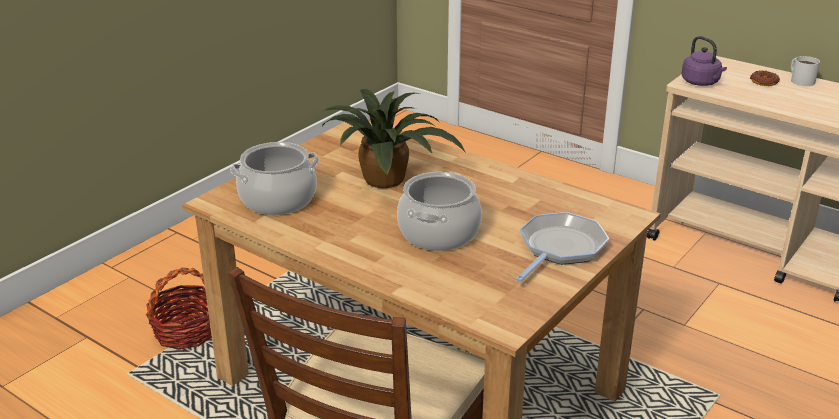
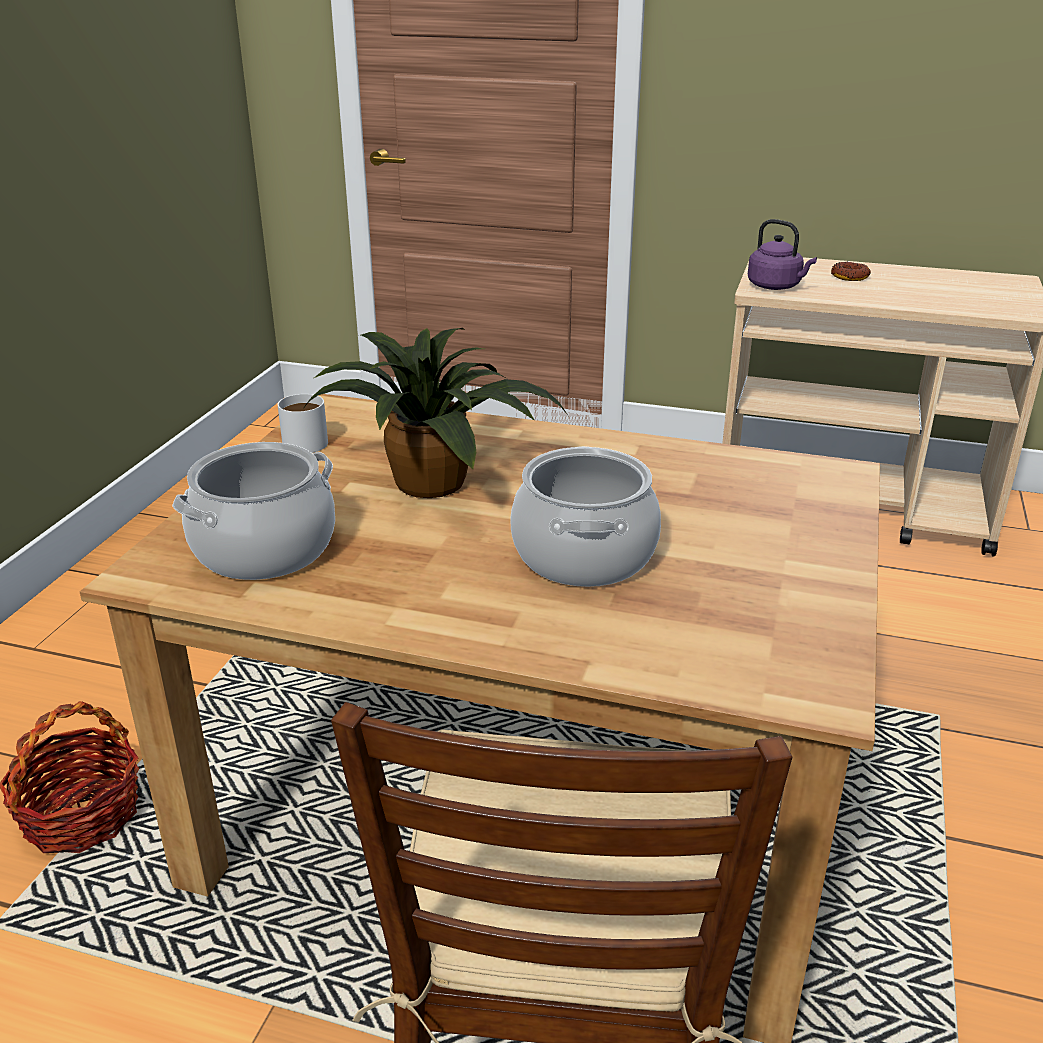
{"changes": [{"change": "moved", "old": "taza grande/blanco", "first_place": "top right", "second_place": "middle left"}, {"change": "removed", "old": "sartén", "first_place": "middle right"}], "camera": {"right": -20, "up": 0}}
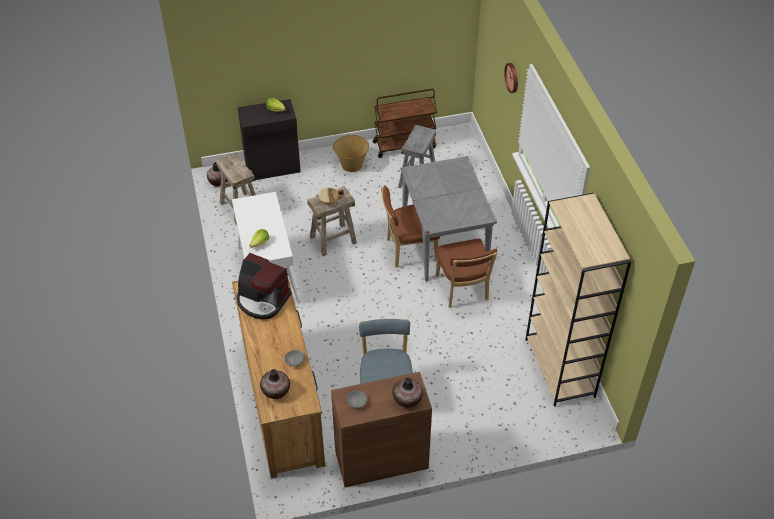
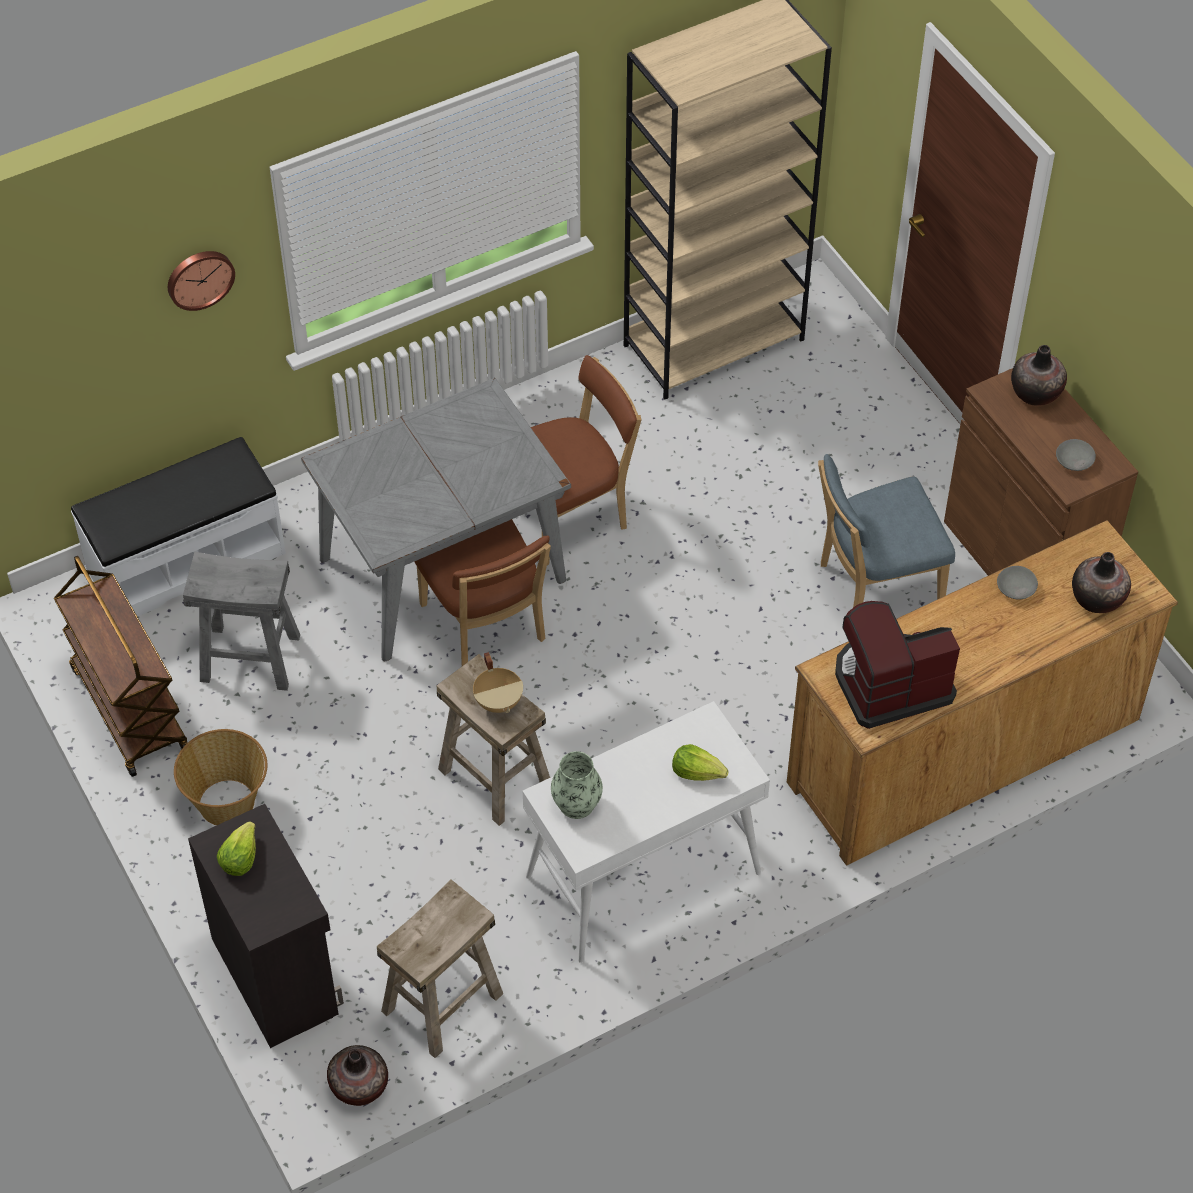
{"changes": [{"change": "added", "new": "banco/blanco", "second_place": "middle left"}, {"change": "added", "new": "florero (2nd from left)", "second_place": "centre"}, {"change": "turned", "old": "cafetera", "first_place": "centre", "second_place": "middle right", "degrees": -120}], "camera": {"right": -105, "up": 5}}
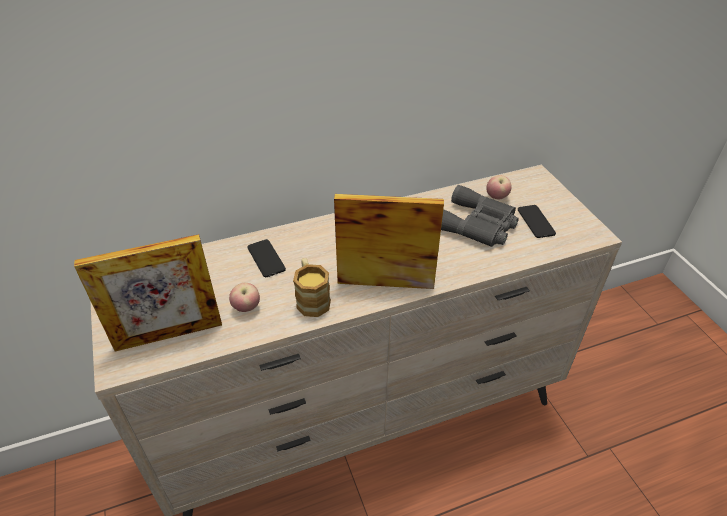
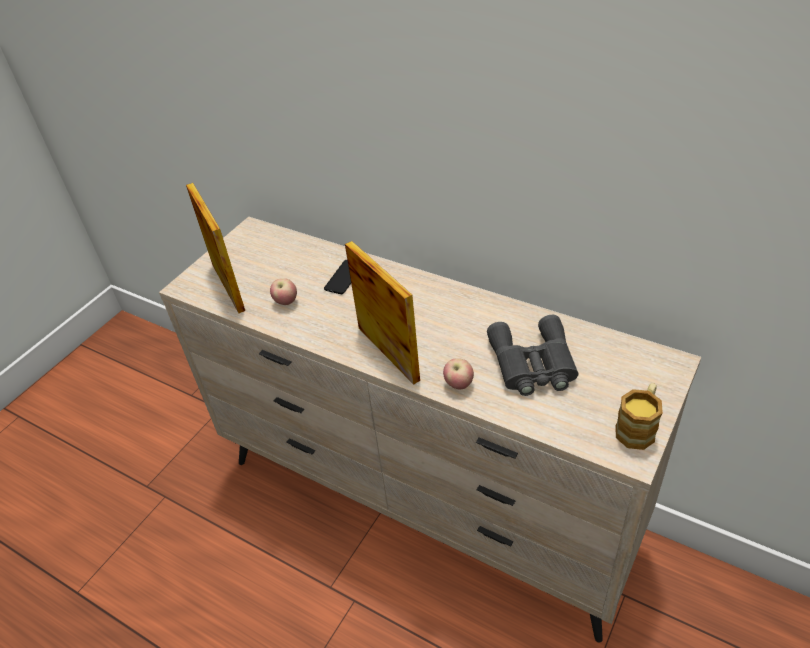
{"changes": [{"change": "turned", "old": "portarretratos (1st from left)", "first_place": "middle left", "second_place": "middle left", "degrees": -150}, {"change": "moved", "old": "manzana (2nd from left)", "first_place": "middle right", "second_place": "centre"}, {"change": "moved", "old": "taza grande", "first_place": "centre", "second_place": "middle right"}, {"change": "removed", "old": "móvil (2nd from left)", "first_place": "middle right"}], "camera": {"right": 55, "up": 0}}
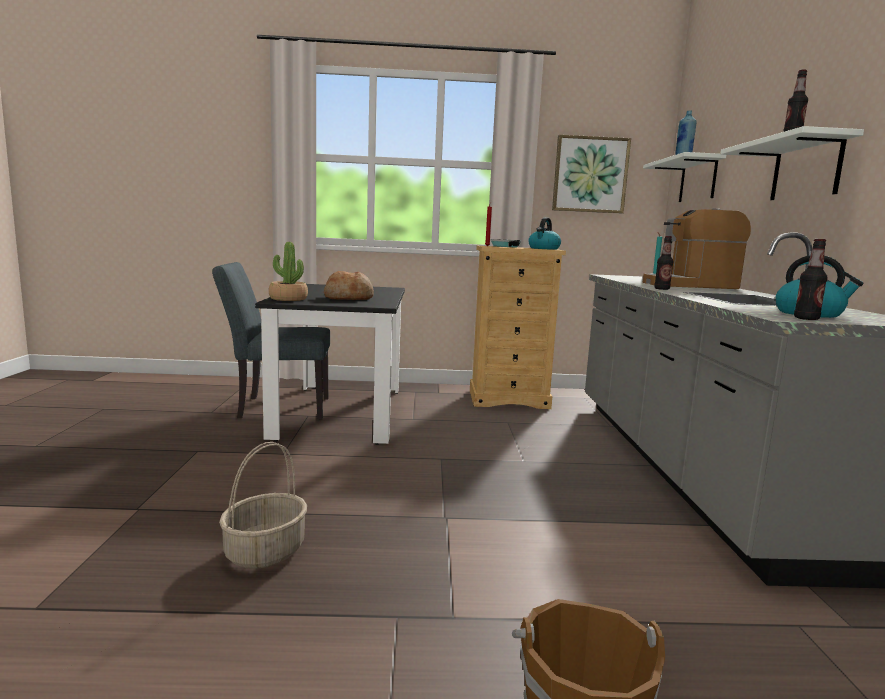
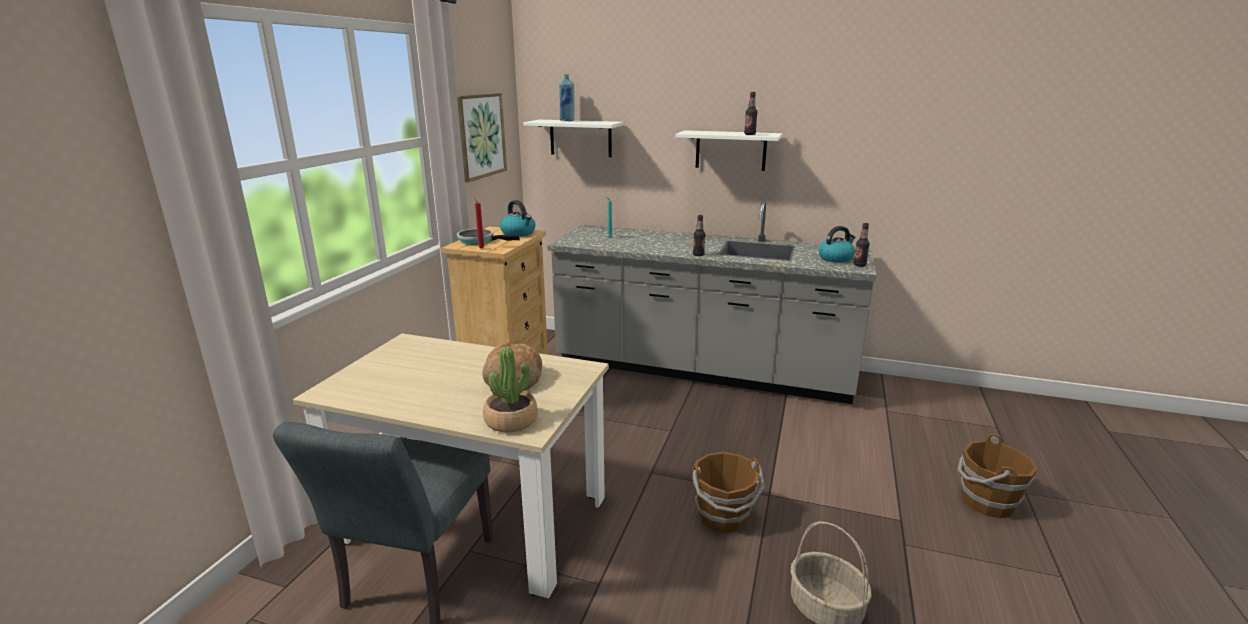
{"changes": [{"change": "recoloured", "old": "mesa de comedor/negro", "new": "mesa de comedor/beis", "first_place": "centre", "second_place": "bottom centre"}, {"change": "added", "new": "cubo/marrón (1st from left)", "second_place": "bottom centre"}, {"change": "removed", "old": "cafetera", "first_place": "middle right"}], "camera": {"right": -70, "up": 10}}
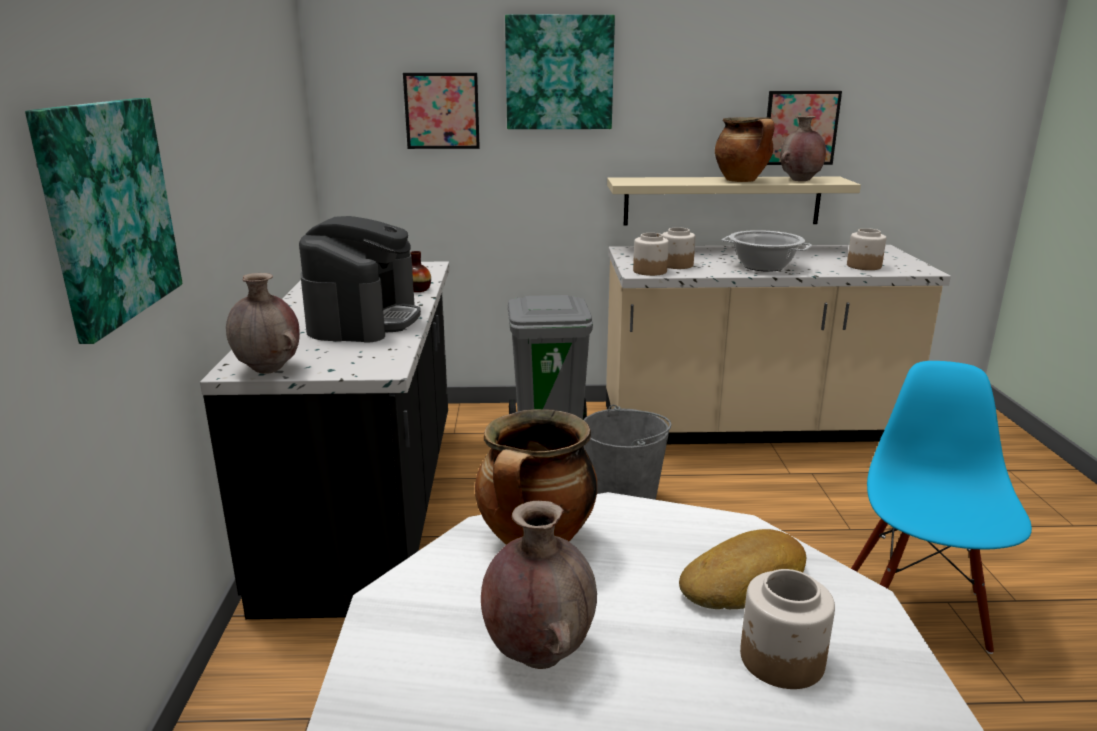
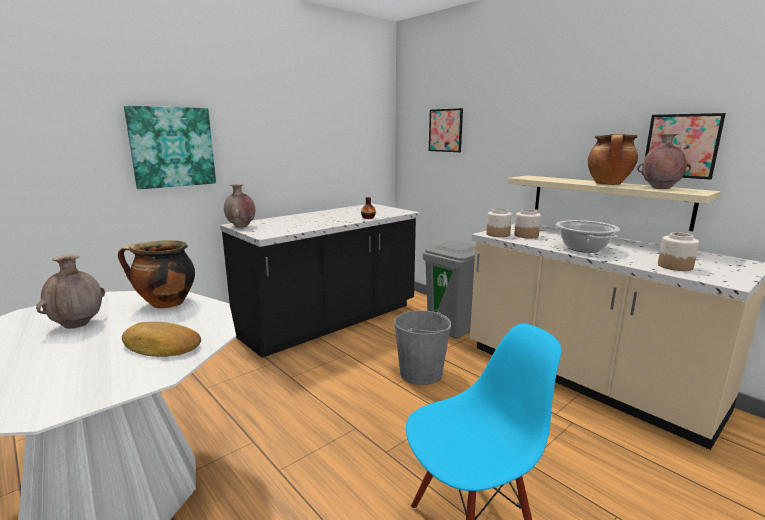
{"changes": [{"change": "removed", "old": "cafetera", "first_place": "middle left"}, {"change": "removed", "old": "cuadro (3rd from left)", "first_place": "top centre"}, {"change": "removed", "old": "tarro (3rd from left)", "first_place": "bottom right"}], "camera": {"right": 50, "up": -5}}
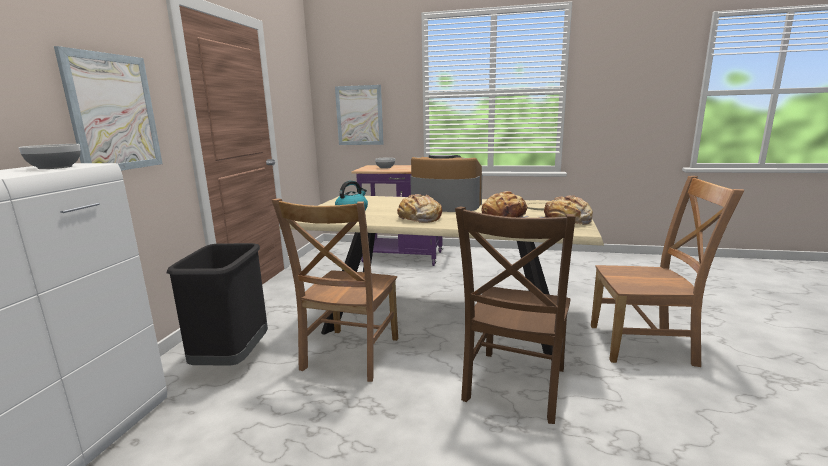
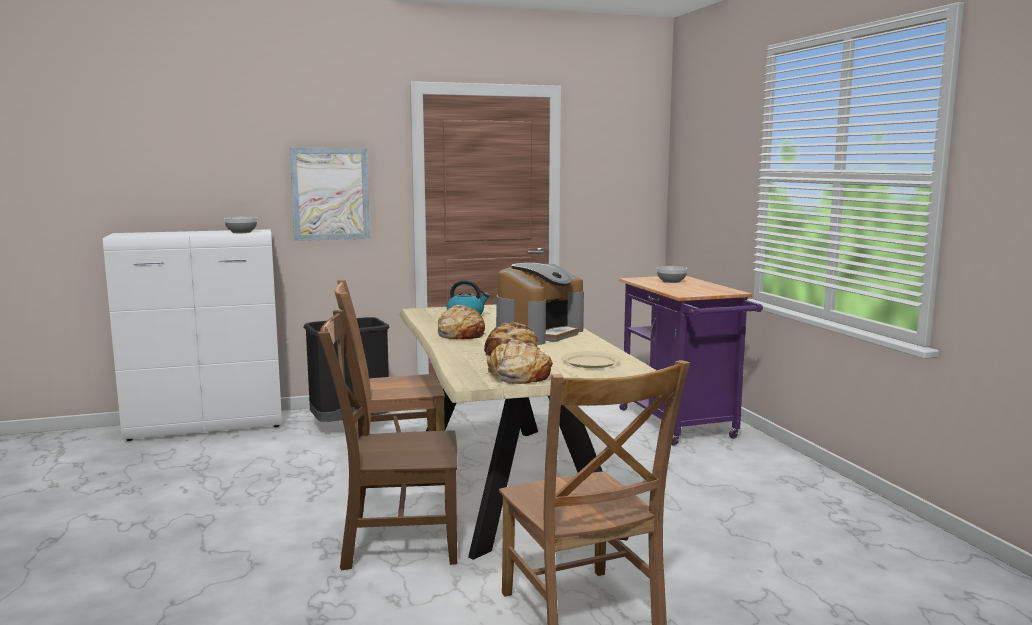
{"changes": [{"change": "turned", "old": "cafetera", "first_place": "centre", "second_place": "centre", "degrees": 45}, {"change": "removed", "old": "cuadro (2nd from left)", "first_place": "top centre"}], "camera": {"right": 60, "up": -5}}
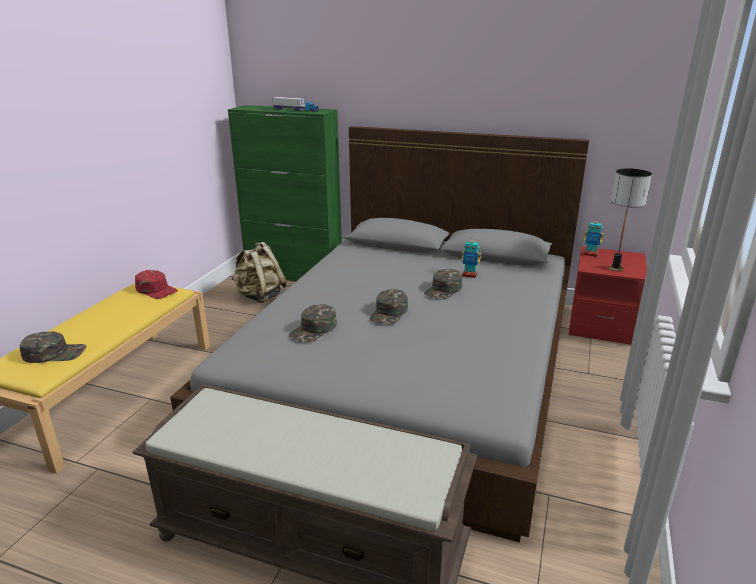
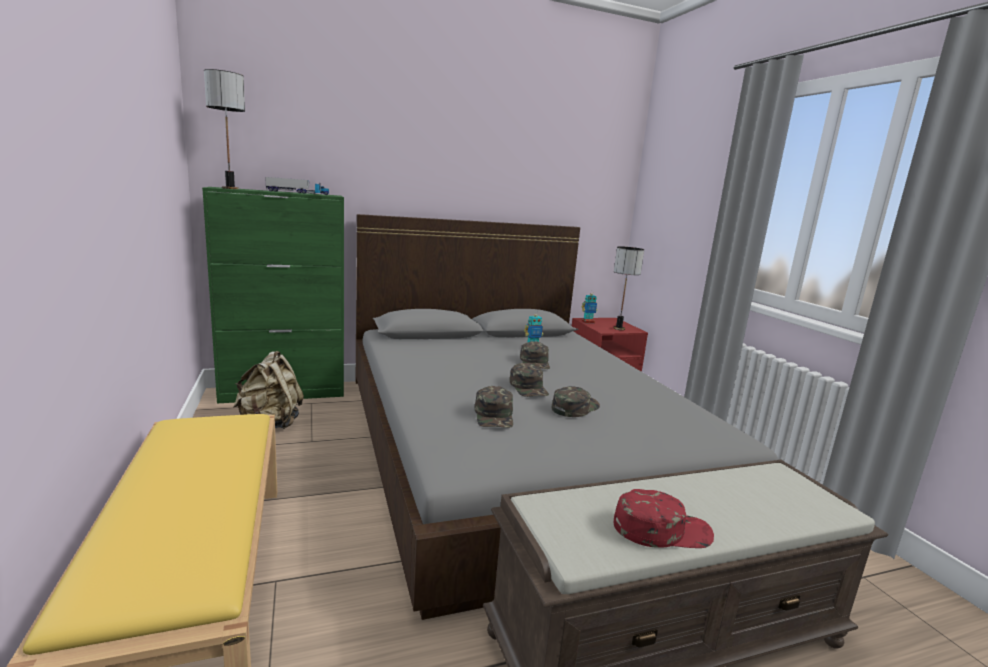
{"changes": [{"change": "added", "new": "lámpara de mesa (1st from left)", "second_place": "top left"}, {"change": "moved", "old": "gorra/verde (1st from left in the first image)", "new": "gorra/verde (4th from left)", "first_place": "middle left", "second_place": "centre"}, {"change": "moved", "old": "gorra/rojo", "first_place": "middle left", "second_place": "bottom right"}], "camera": {"right": -40, "up": -10}}
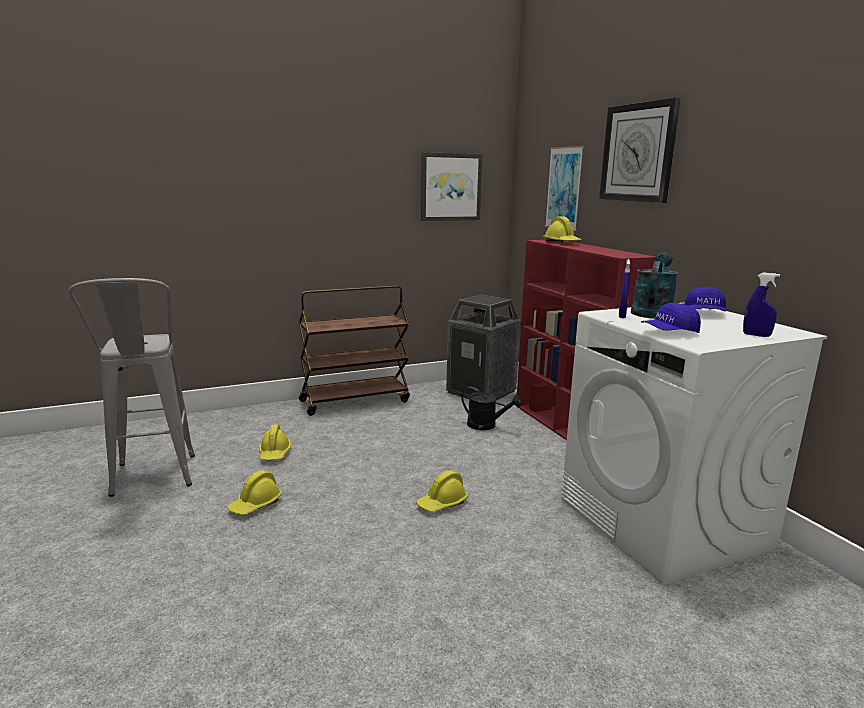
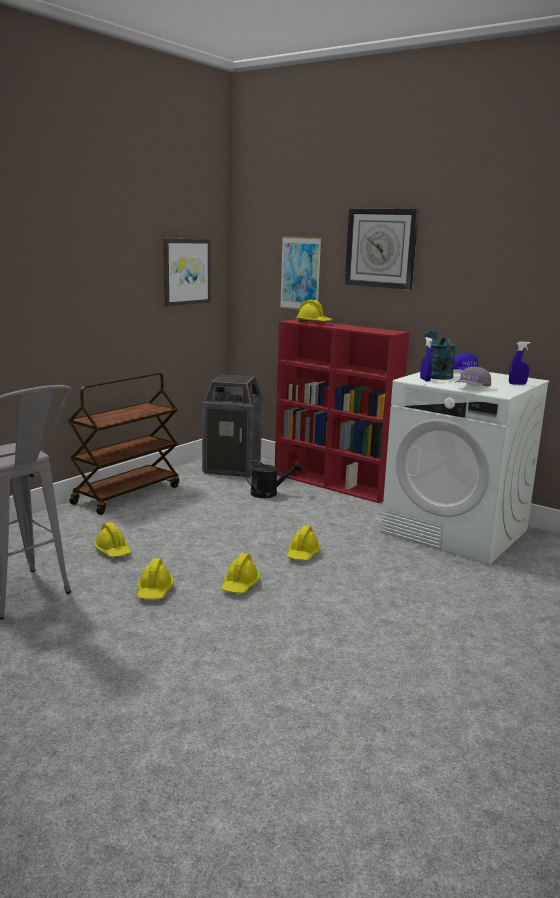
{"changes": [{"change": "added", "new": "casco/amarillo (3rd from left)", "second_place": "centre"}, {"change": "recoloured", "old": "gorra/azul (1st from left)", "new": "gorra/gris", "first_place": "middle right", "second_place": "middle right"}], "camera": {"right": -30, "up": 0}}
